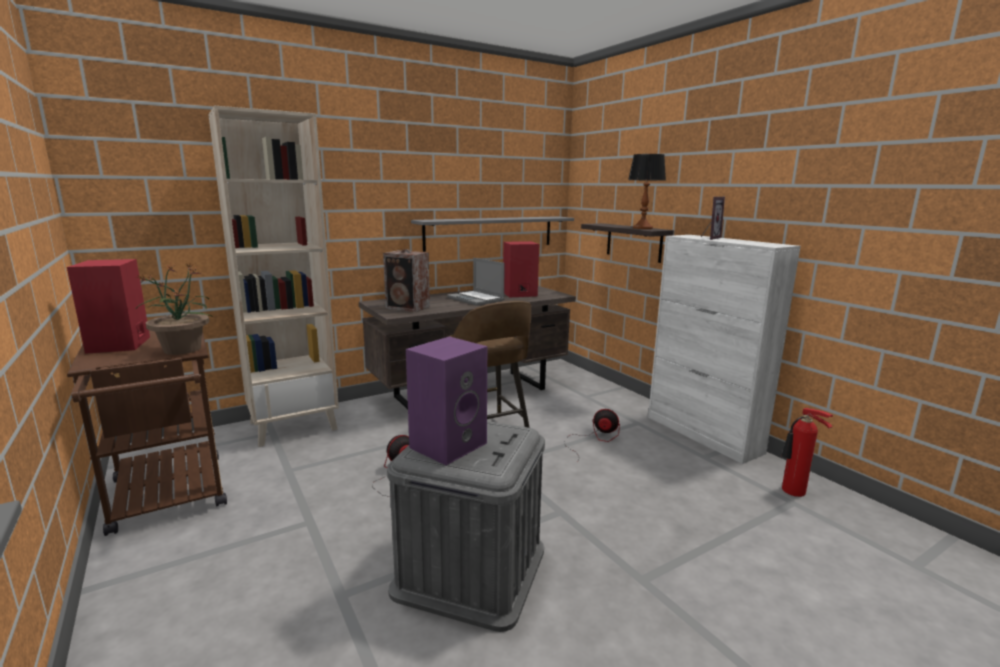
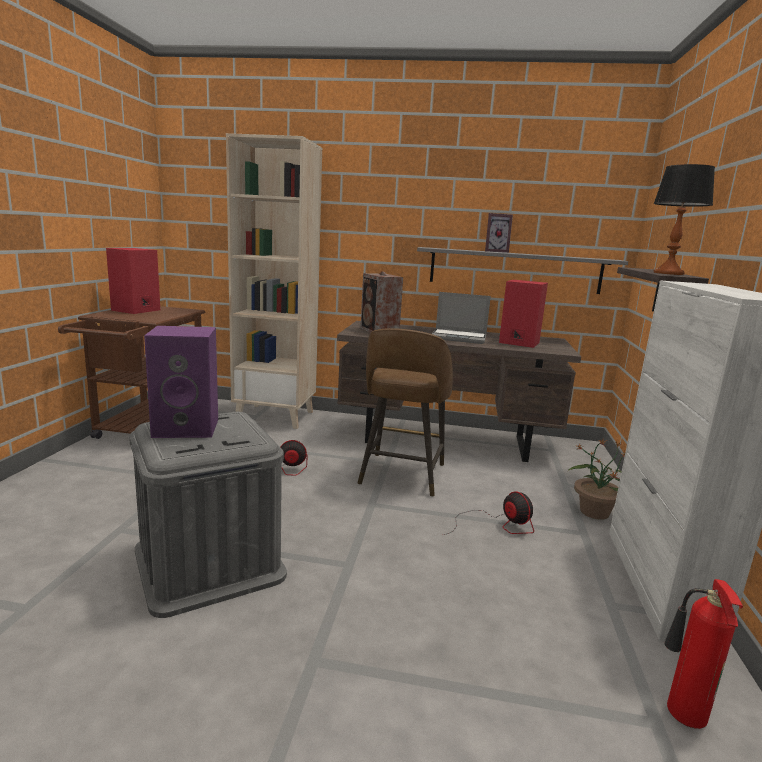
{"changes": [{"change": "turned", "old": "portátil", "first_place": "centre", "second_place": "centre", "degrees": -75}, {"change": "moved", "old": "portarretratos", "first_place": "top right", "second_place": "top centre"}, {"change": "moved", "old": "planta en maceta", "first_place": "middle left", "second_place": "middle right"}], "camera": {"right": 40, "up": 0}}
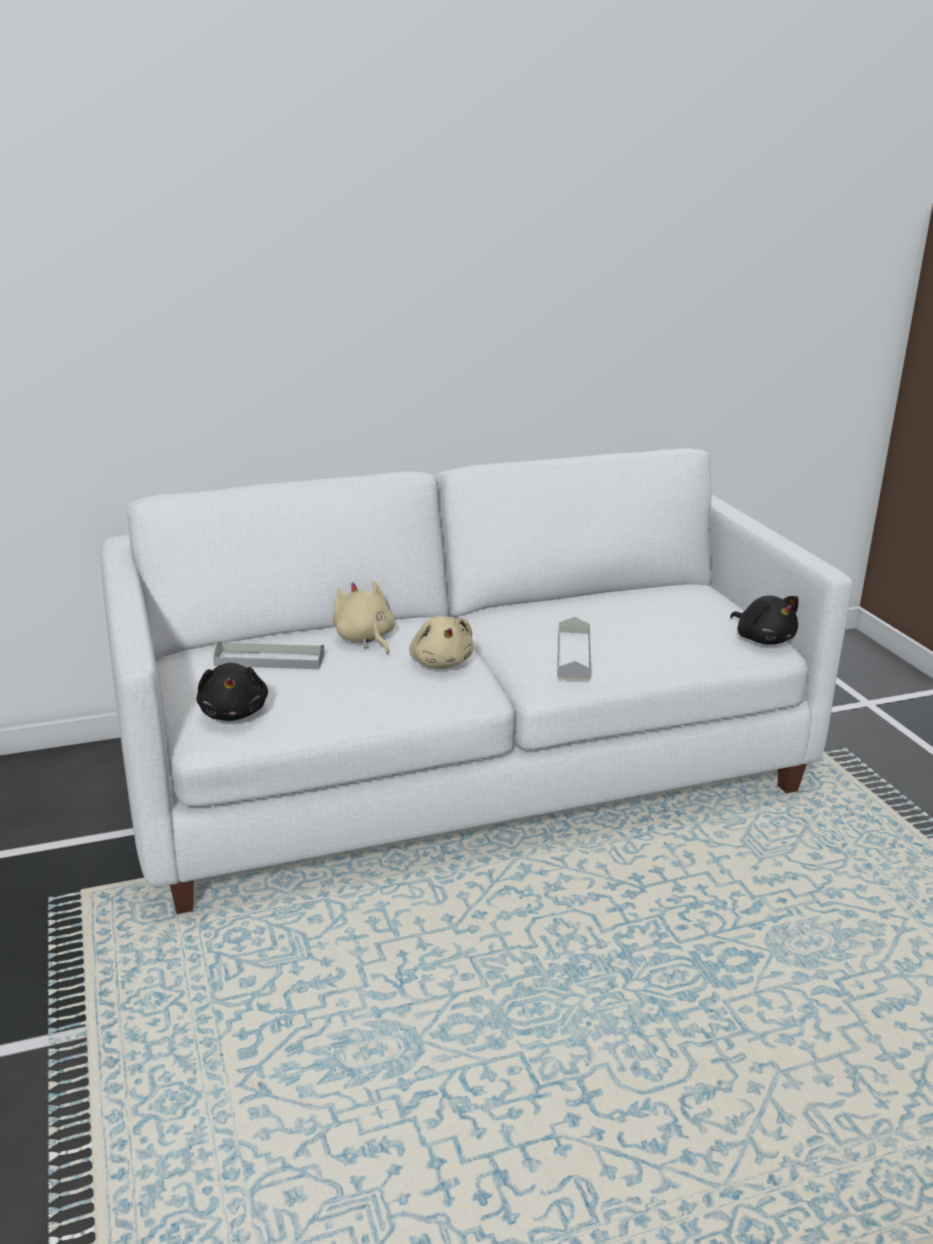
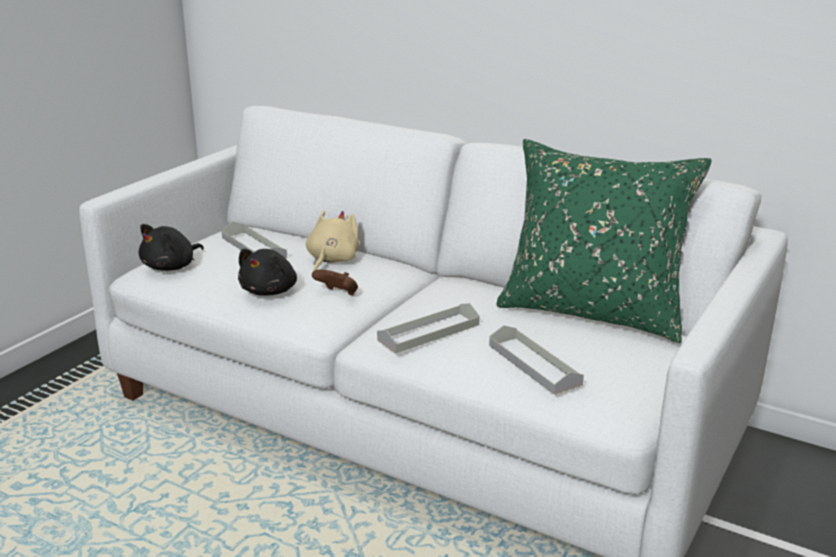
{"changes": [{"change": "moved", "old": "peluche/negro (2nd from left)", "first_place": "middle right", "second_place": "middle left"}, {"change": "replaced", "old": "peluche/beis (2nd from left)", "new": "mando de consola/marrón", "first_place": "centre", "second_place": "centre"}, {"change": "added", "new": "bandeja/gris (3rd from left)", "second_place": "centre"}, {"change": "added", "new": "cojín/verde", "second_place": "middle right"}], "camera": {"right": 50, "up": 0}}
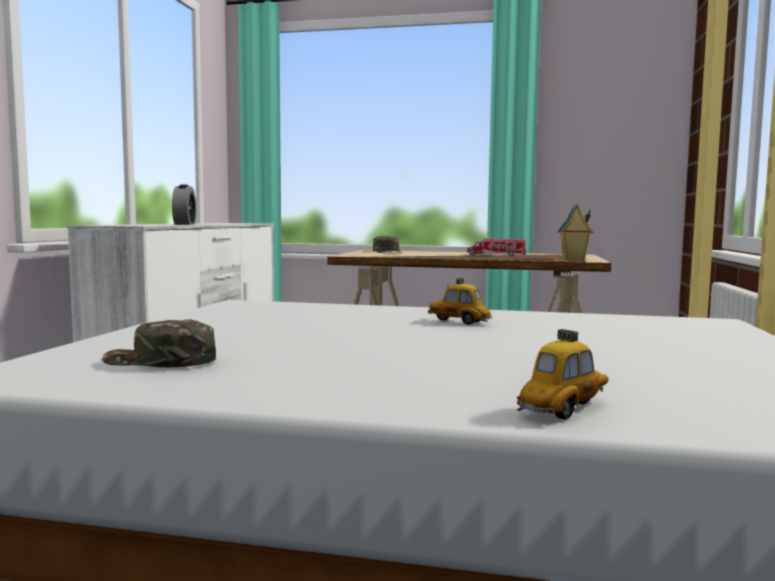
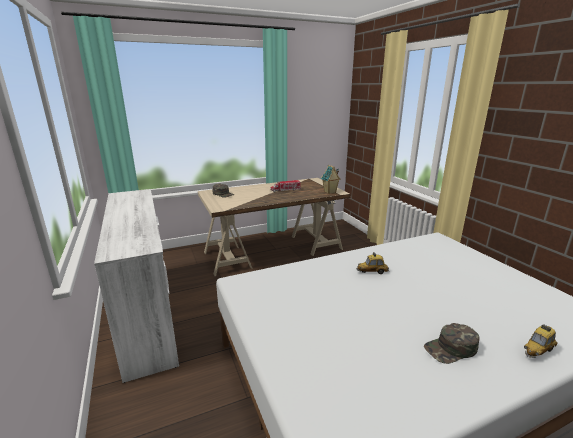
{"changes": [{"change": "moved", "old": "gorra/verde (1st from left in the first image)", "new": "gorra/verde (2nd from left)", "first_place": "middle left", "second_place": "bottom right"}, {"change": "turned", "old": "coche de juguete (2nd from left)", "first_place": "middle right", "second_place": "bottom right", "degrees": -135}, {"change": "removed", "old": "despertador", "first_place": "middle left"}], "camera": {"right": -35, "up": 15}}
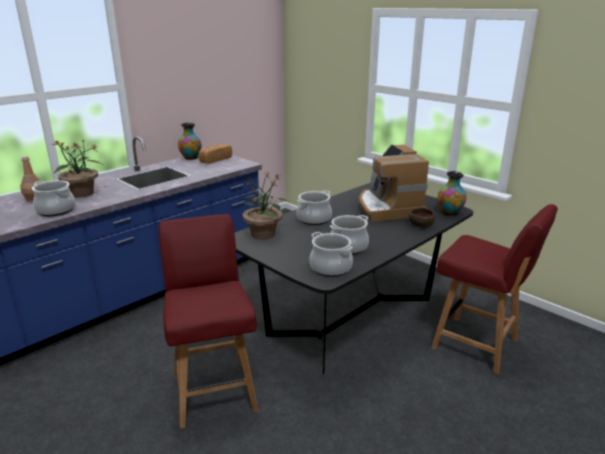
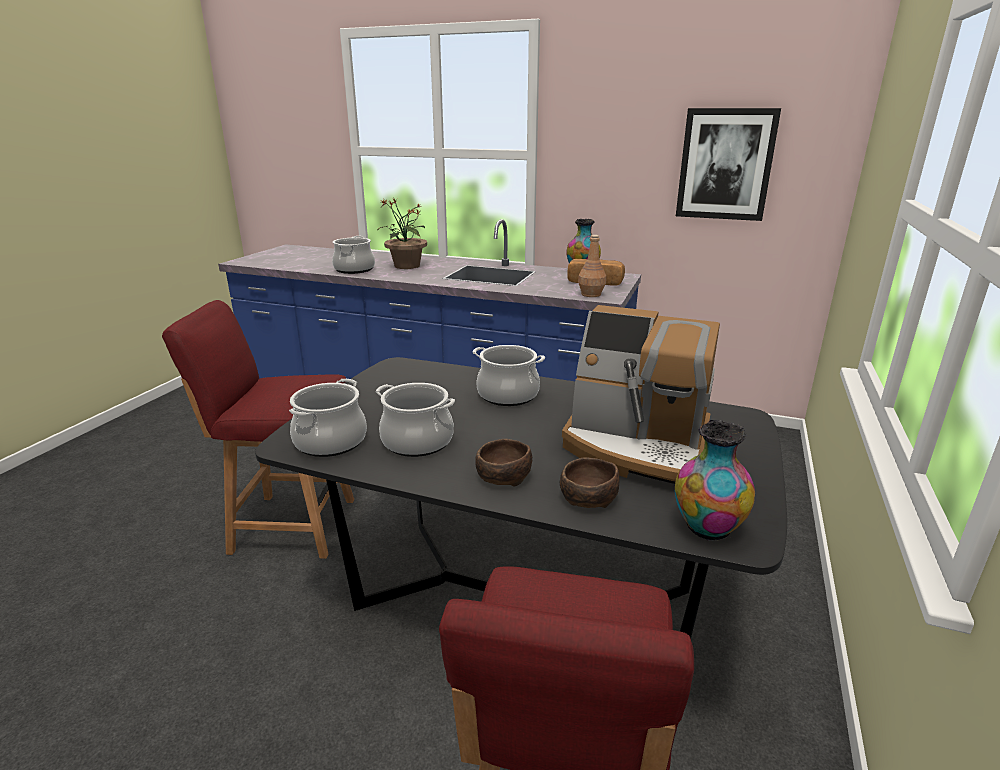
{"changes": [{"change": "turned", "old": "silla/rojo (1st from left)", "first_place": "bottom centre", "second_place": "middle left", "degrees": -135}, {"change": "added", "new": "cuenco/marrón (1st from left)", "second_place": "centre"}, {"change": "turned", "old": "cafetera", "first_place": "centre", "second_place": "centre", "degrees": -120}, {"change": "moved", "old": "botella/marrón", "first_place": "middle left", "second_place": "centre"}, {"change": "added", "new": "cuadro", "second_place": "top right"}, {"change": "removed", "old": "planta en maceta (2nd from left)", "first_place": "centre"}], "camera": {"right": 65, "up": 0}}
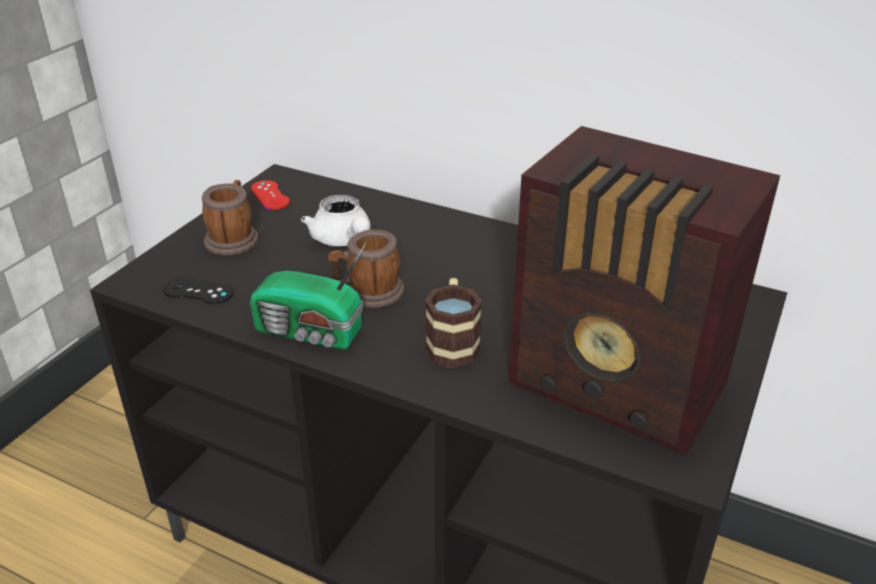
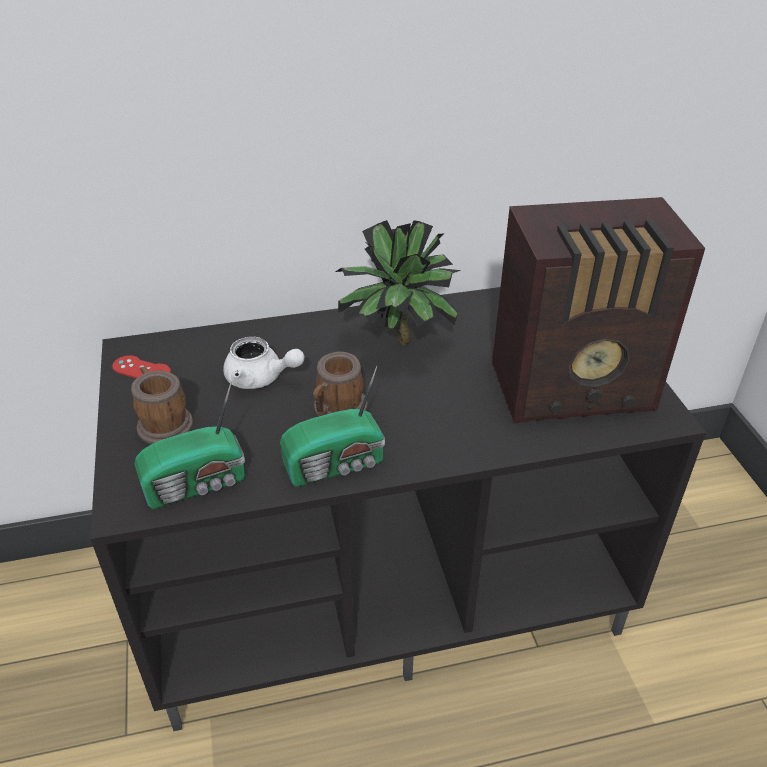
{"changes": [{"change": "replaced", "old": "mando de consola/negro", "new": "radio (1st from left)", "first_place": "middle left", "second_place": "middle left"}, {"change": "added", "new": "planta en maceta", "second_place": "centre"}, {"change": "removed", "old": "taza grande (3rd from left)", "first_place": "centre"}], "camera": {"right": -40, "up": 5}}
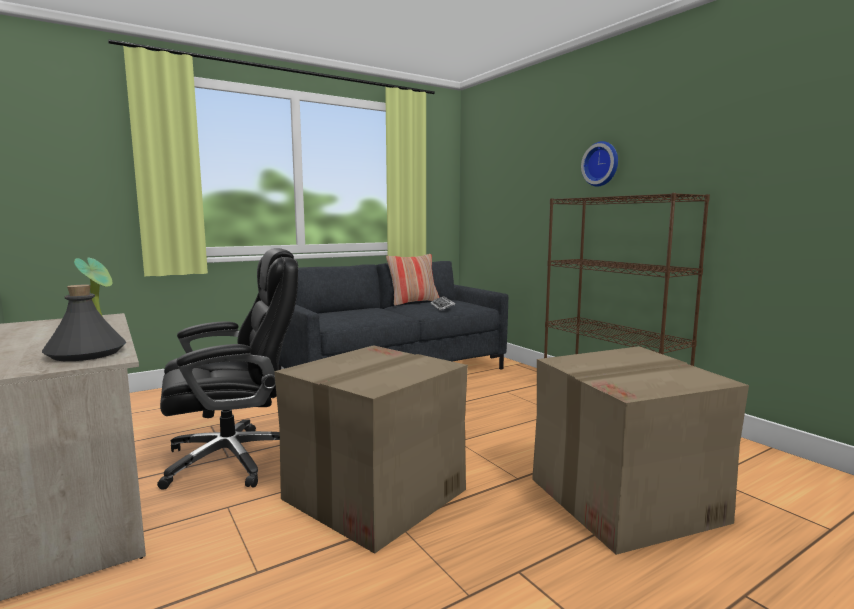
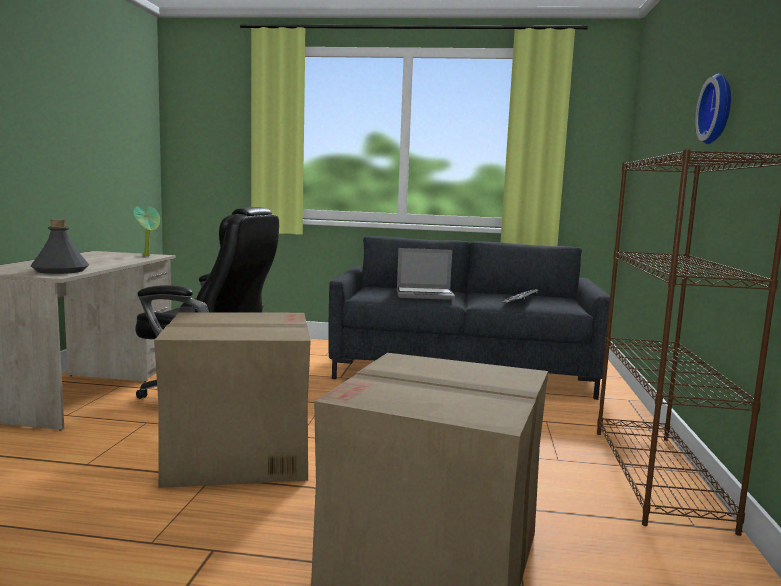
{"changes": [{"change": "added", "new": "portátil", "second_place": "centre"}, {"change": "removed", "old": "cojín", "first_place": "centre"}], "camera": {"right": 40, "up": 0}}
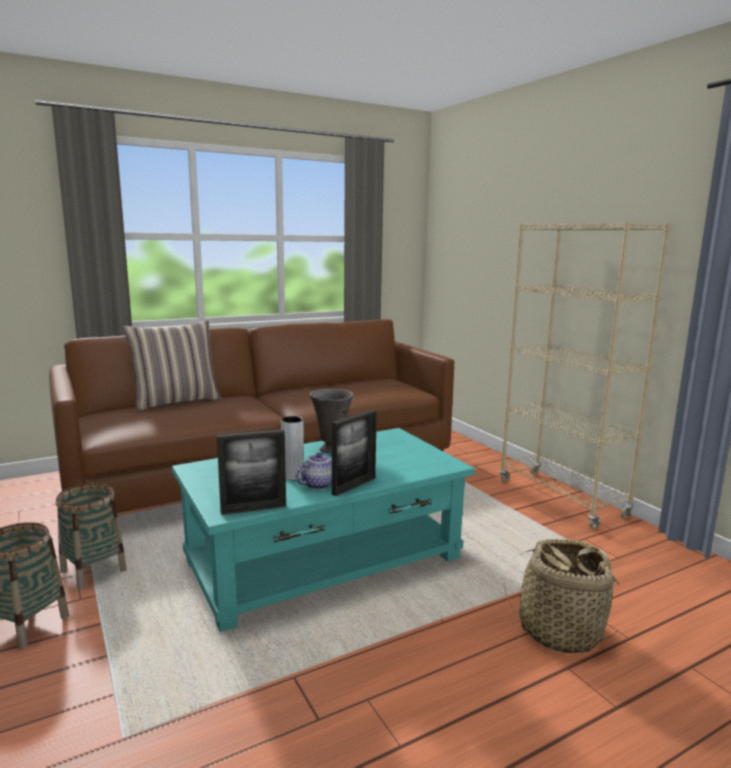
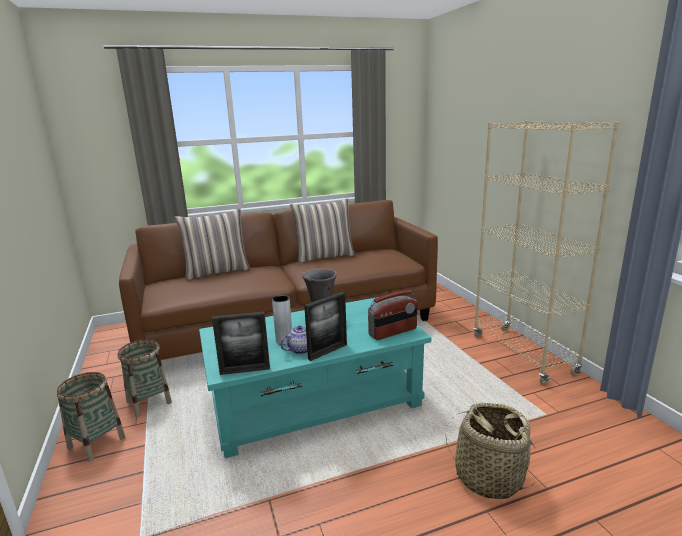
{"changes": [{"change": "added", "new": "cojín (2nd from left)", "second_place": "centre"}, {"change": "added", "new": "radio", "second_place": "centre"}], "camera": {"right": 10, "up": 5}}
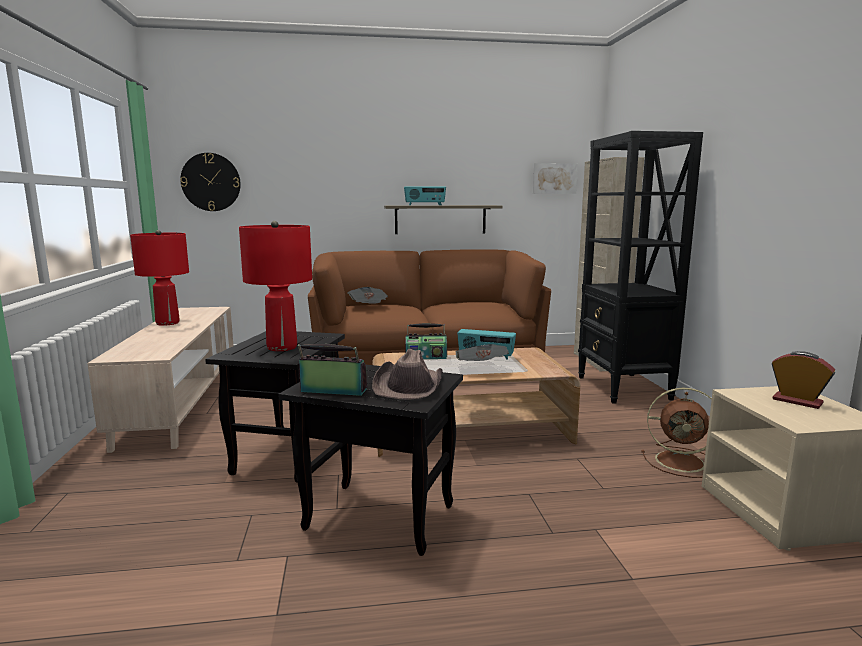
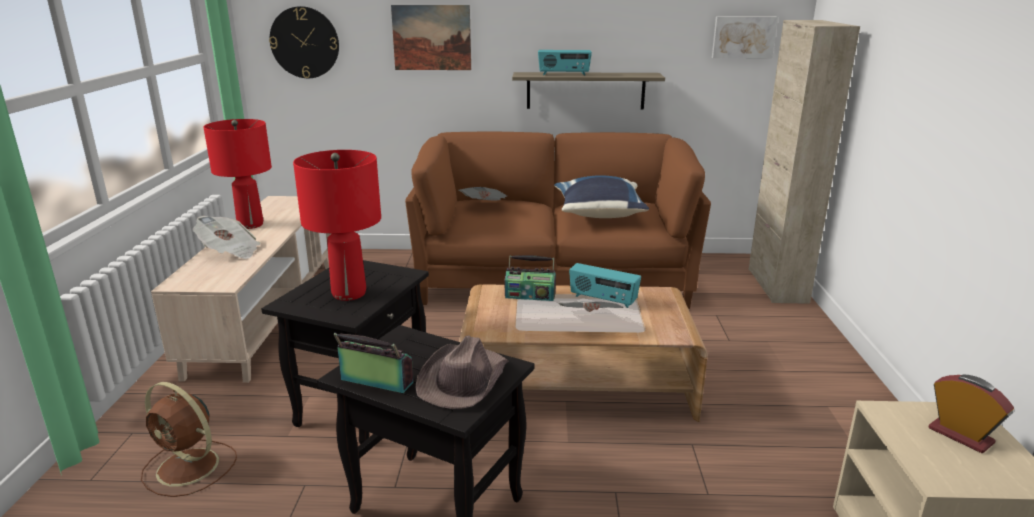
{"changes": [{"change": "moved", "old": "ventilador/marrón", "first_place": "bottom right", "second_place": "bottom left"}, {"change": "added", "new": "periódico (1st from left)", "second_place": "middle left"}, {"change": "added", "new": "cuadro (1st from left)", "second_place": "top centre"}, {"change": "added", "new": "cojín/azul", "second_place": "centre"}, {"change": "removed", "old": "estantería/negro", "first_place": "middle right"}], "camera": {"right": 10, "up": 10}}
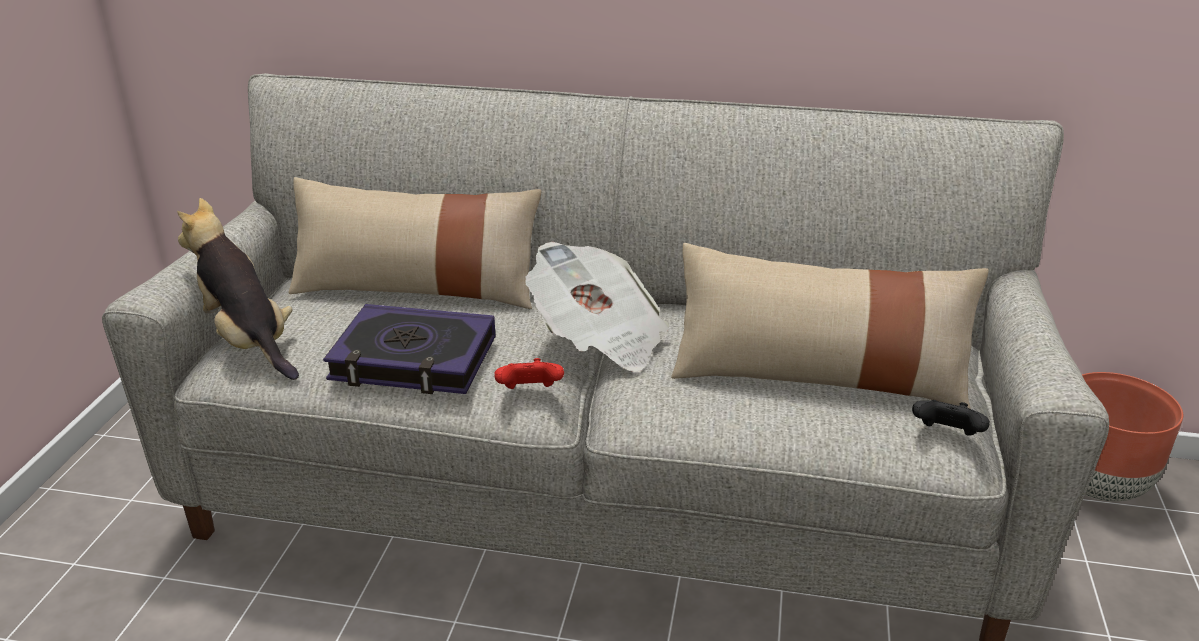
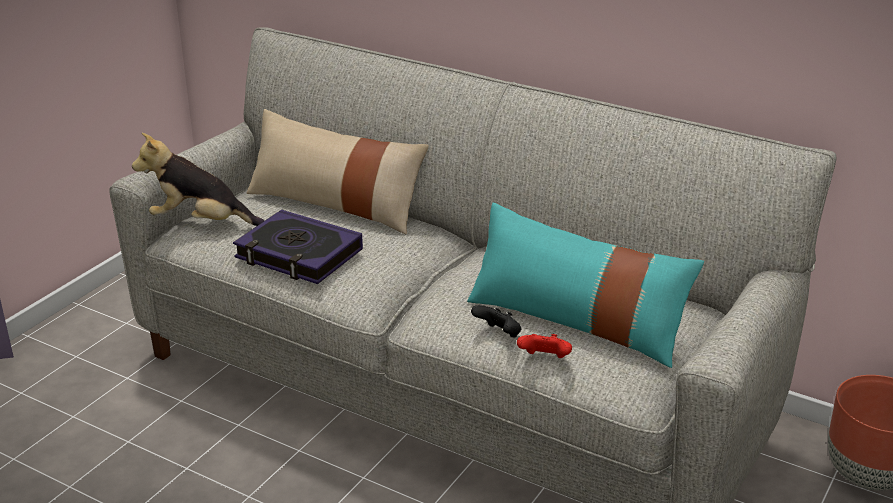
{"changes": [{"change": "turned", "old": "peluche", "first_place": "middle left", "second_place": "middle left", "degrees": -60}, {"change": "recoloured", "old": "cojín/beis (2nd from left)", "new": "cojín/turquesa", "first_place": "middle right", "second_place": "centre"}, {"change": "moved", "old": "mando de consola/negro", "first_place": "middle right", "second_place": "centre"}, {"change": "moved", "old": "mando de consola/rojo", "first_place": "centre", "second_place": "bottom centre"}, {"change": "removed", "old": "periódico", "first_place": "centre"}], "camera": {"right": 20, "up": 0}}
